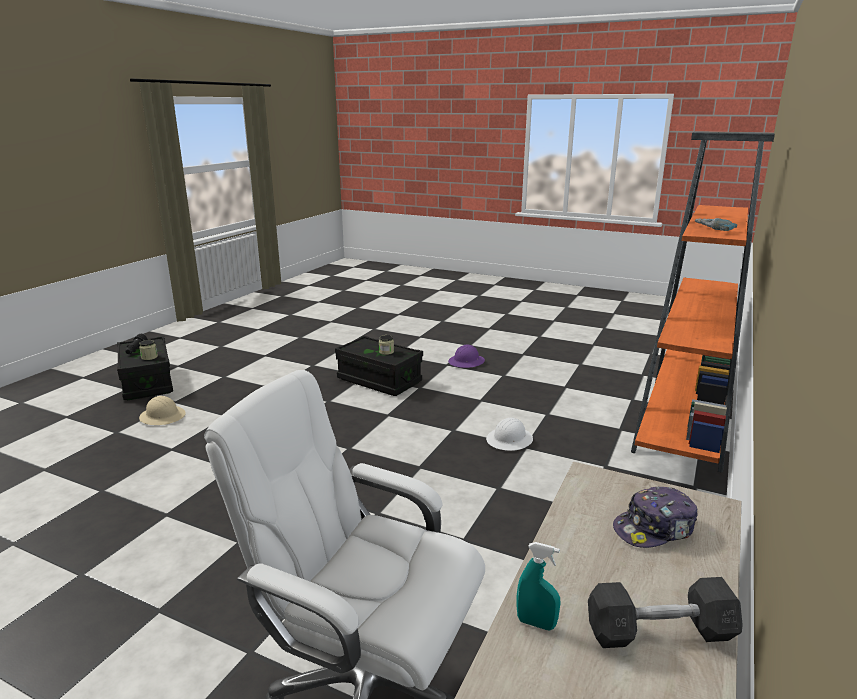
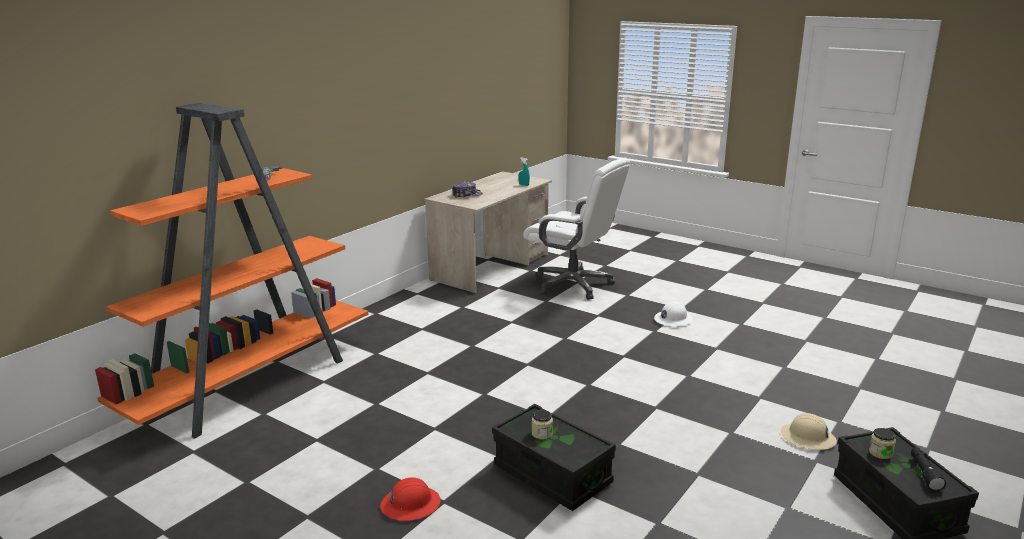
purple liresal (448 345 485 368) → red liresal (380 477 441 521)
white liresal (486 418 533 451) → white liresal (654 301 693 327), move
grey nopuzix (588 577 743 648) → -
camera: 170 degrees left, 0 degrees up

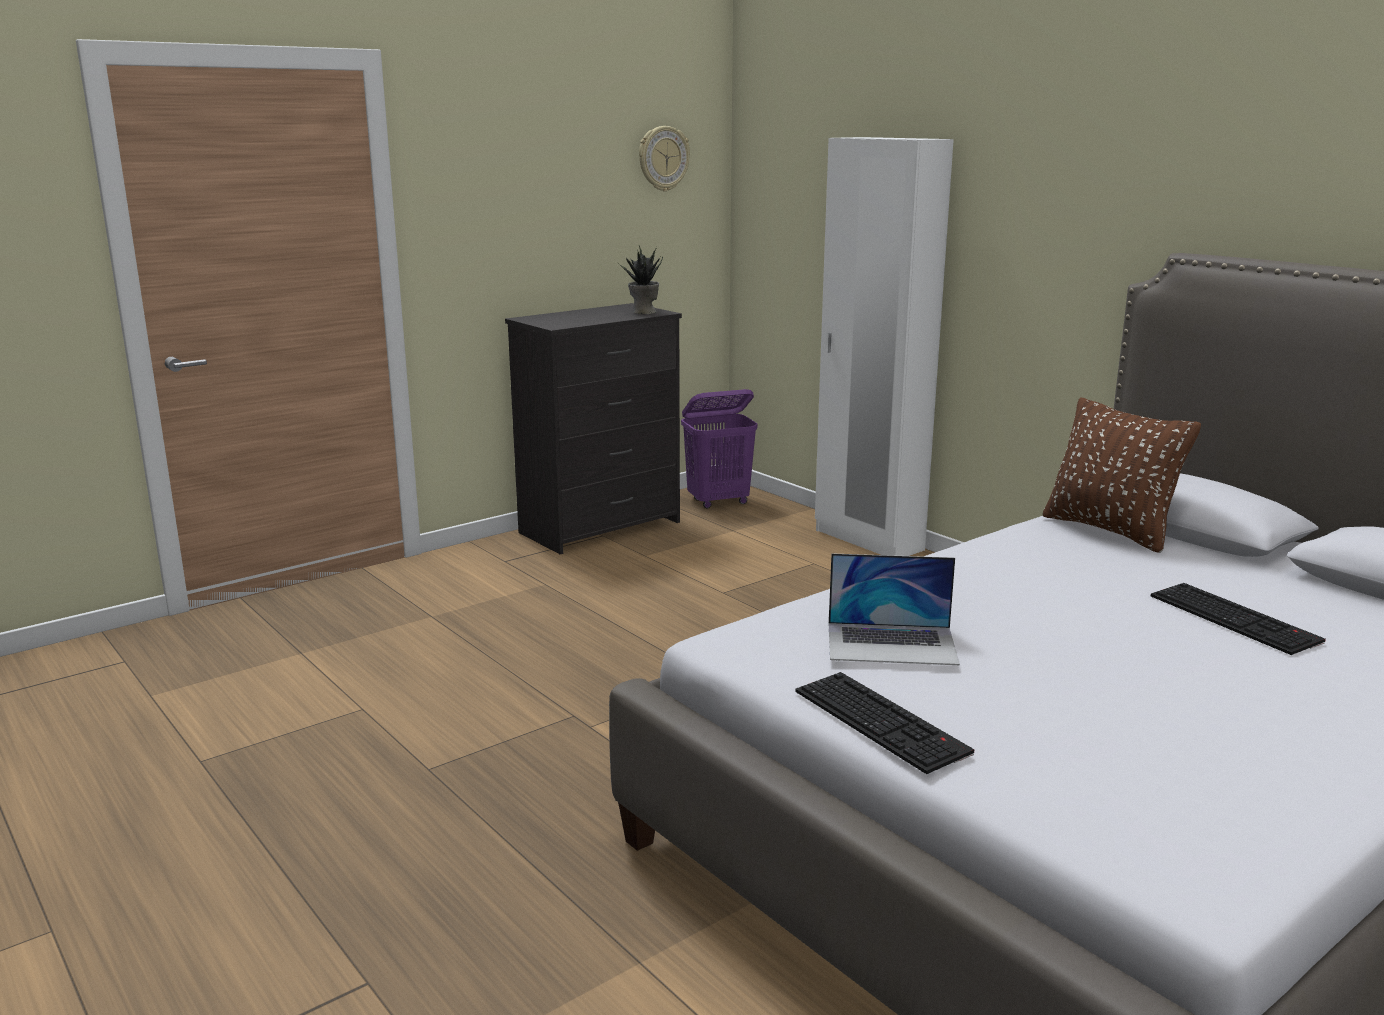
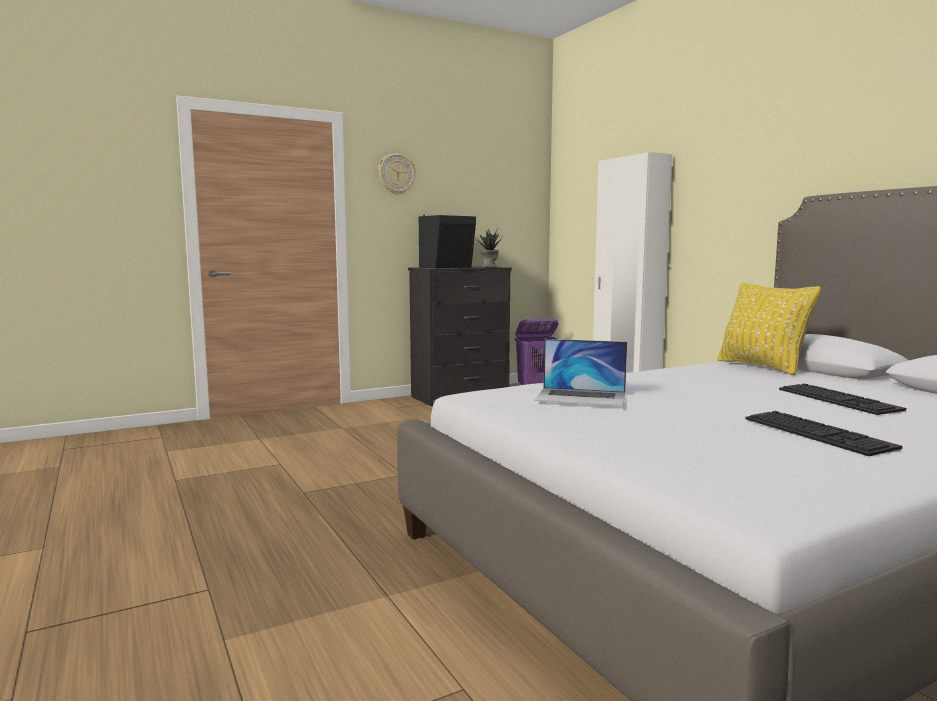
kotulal (639 126 690 191) → kotulal (378 154 416 195), move
- → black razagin (419 214 476 268)
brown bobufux (1043 397 1201 553) → yellow bobufux (717 283 821 375)
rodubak (796 672 974 774) → rodubak (746 411 902 456), move
camera: 10 degrees right, 10 degrees down

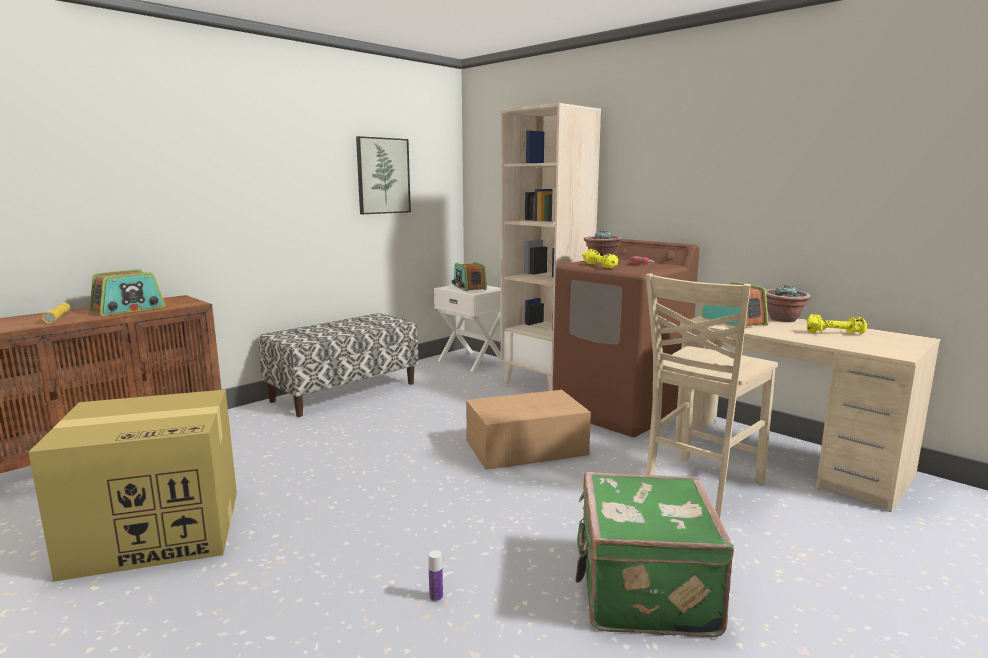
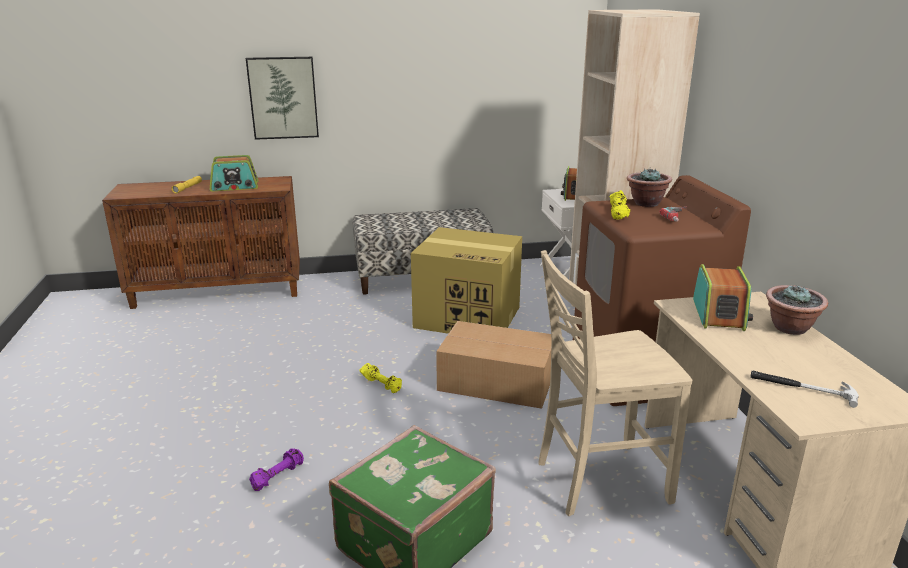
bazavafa (356 136 411 214) → bazavafa (246 57 319 140), move
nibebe (429 550 443 602) → purple nopuzix (249 448 304 491)
yellow nopuzix (807 314 867 334) → yellow nopuzix (359 363 402 393), move
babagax (28 389 237 582) → babagax (411 227 522 334), move
- → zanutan (750 371 859 408)
camera: 35 degrees right, 10 degrees up

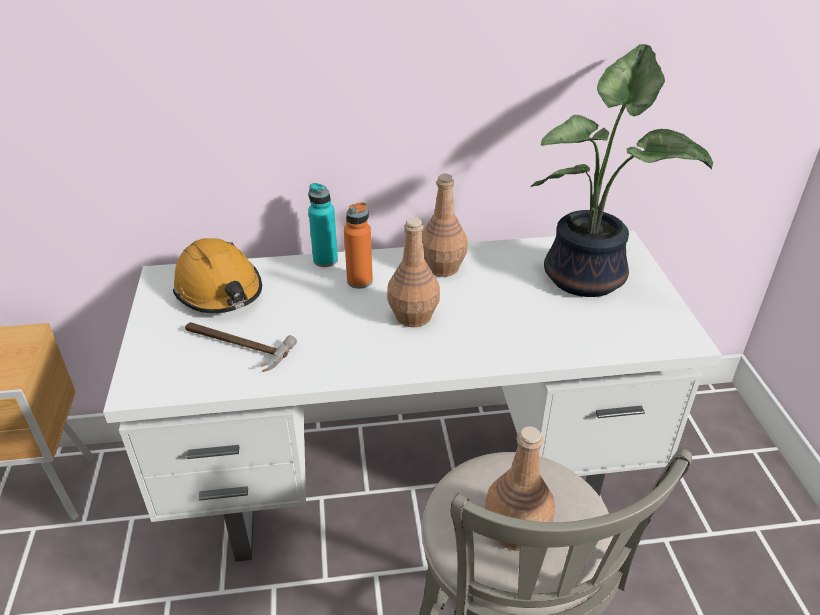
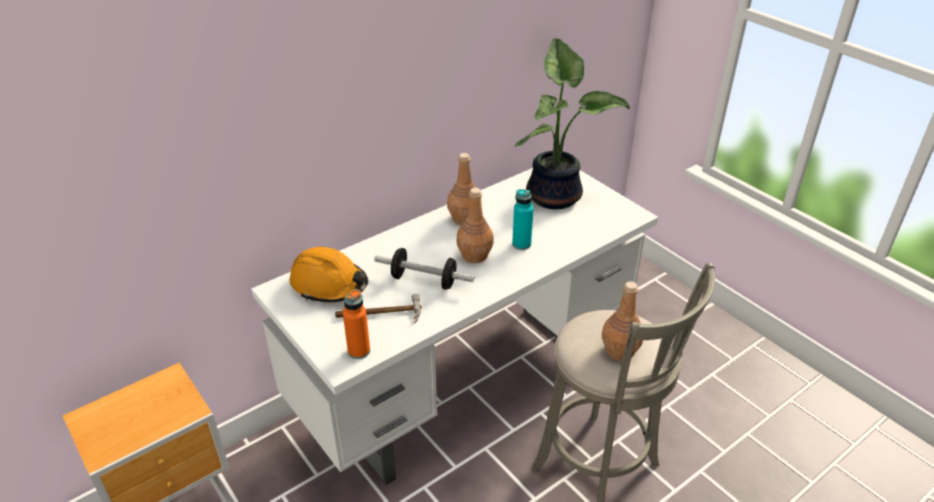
orange nibebe (344 202 373 289) → orange nibebe (343 289 370 359), move
- → nopuzix (374 248 474 290)
turquoise nibebe (308 183 338 267) → turquoise nibebe (512 189 534 250), move
camera: 30 degrees left, 0 degrees up

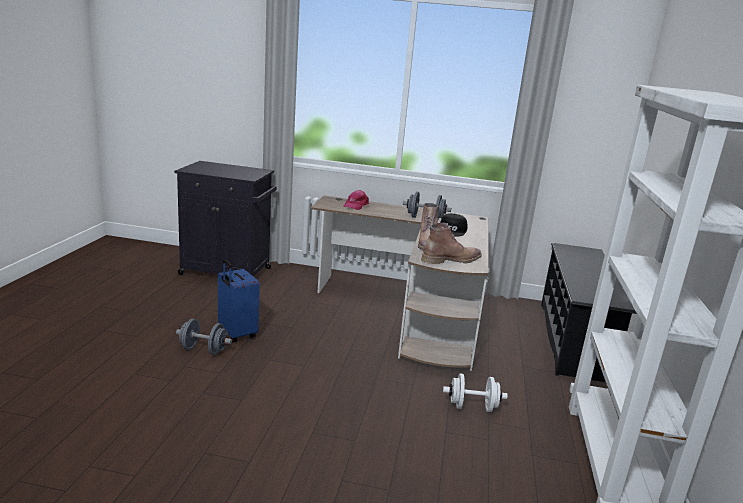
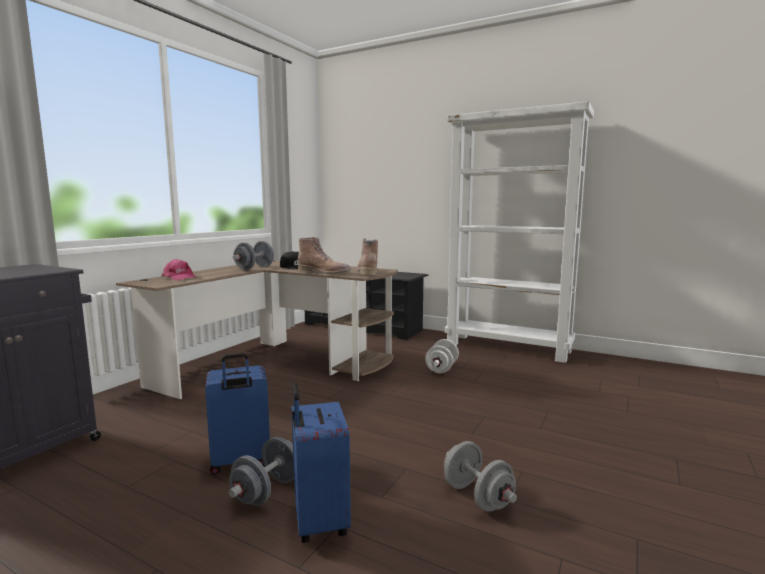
- → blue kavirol (292 383 351 543)
- → grey nopuzix (444 441 517 512)
camera: 70 degrees left, 10 degrees down

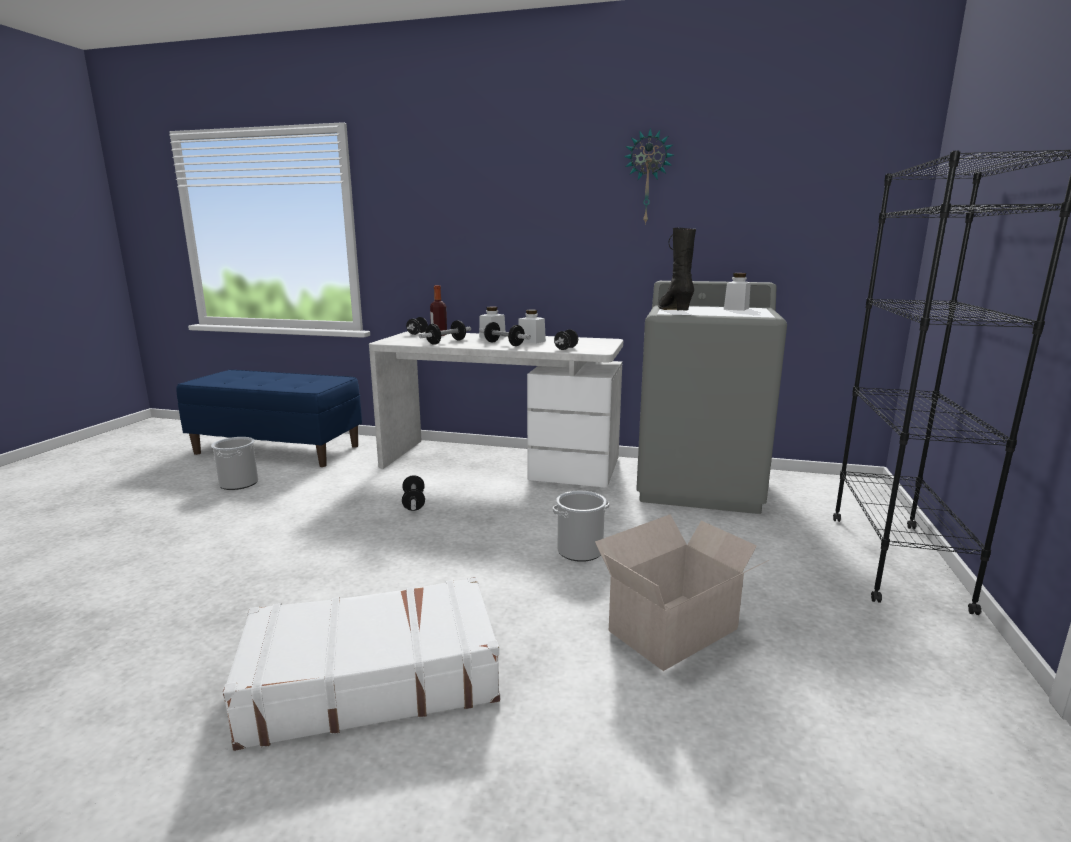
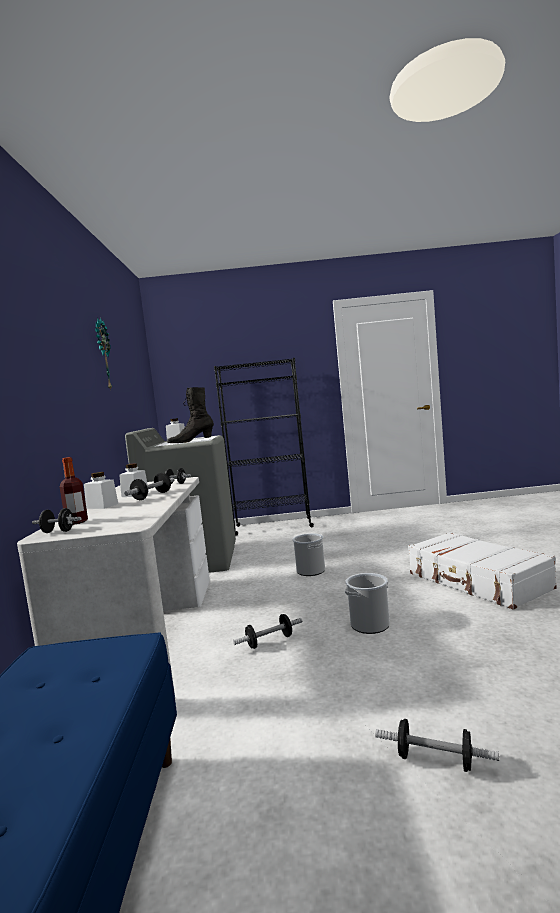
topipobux (211 437 258 490) → topipobux (345 573 390 634), move
nopuzix (419 320 471 345) → nopuzix (375 719 499 772), move
babagax (595 514 769 671) → -
camera: 105 degrees left, 10 degrees down

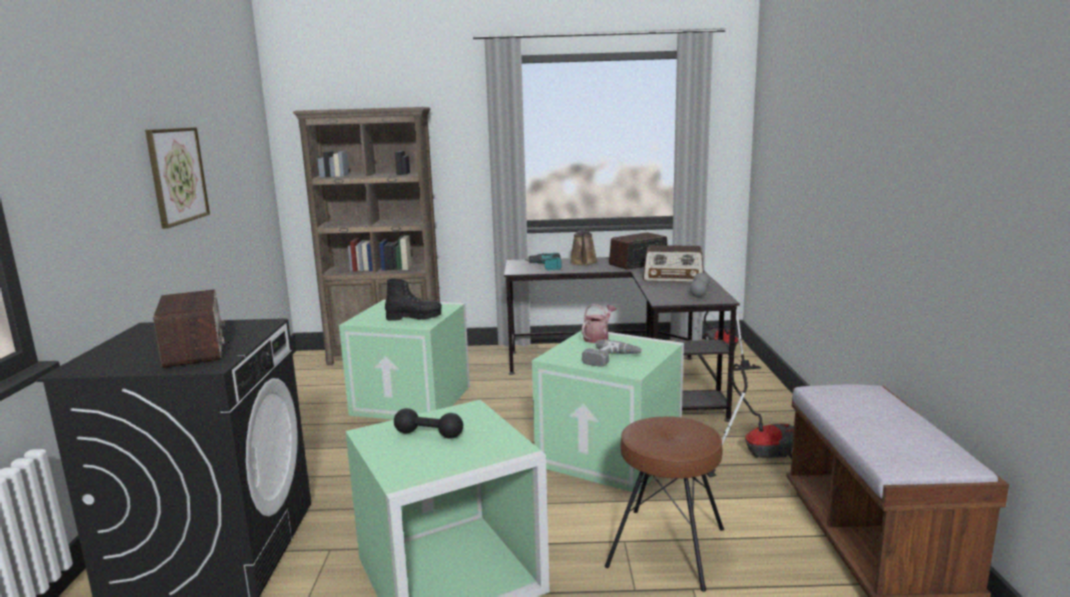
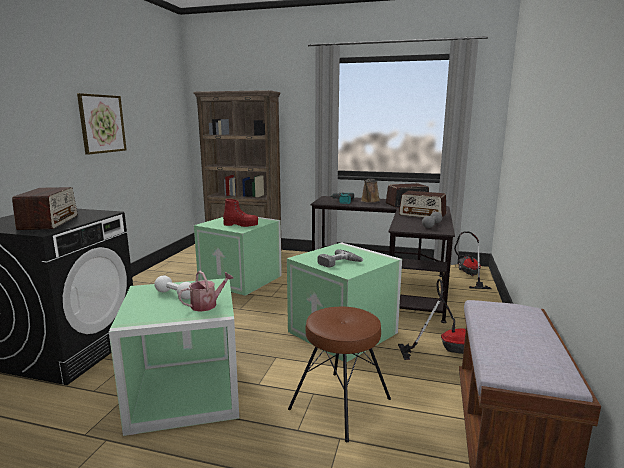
black nopuzix (394 408 463 439) → white nopuzix (154 275 191 300)
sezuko (582 304 616 343) → sezuko (178 271 234 312), move
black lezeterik (385 279 442 321) → red lezeterik (223 199 258 227)
camera: 15 degrees right, 0 degrees up

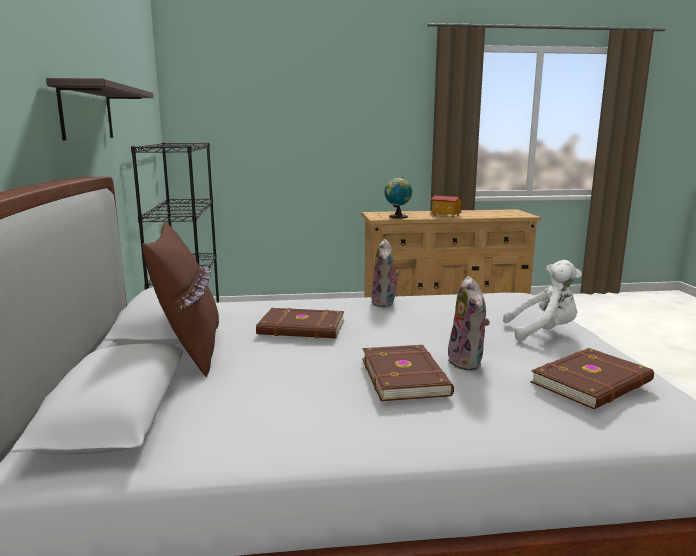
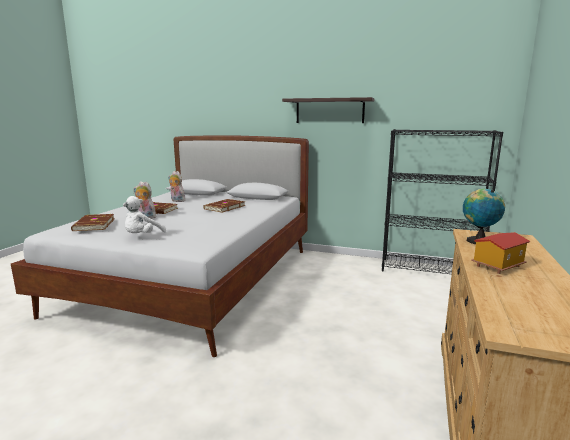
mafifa (371 239 400 307) → mafifa (168 171 185 202), move
brown bobufux (142 221 219 377) → -
camera: 115 degrees right, 0 degrees up

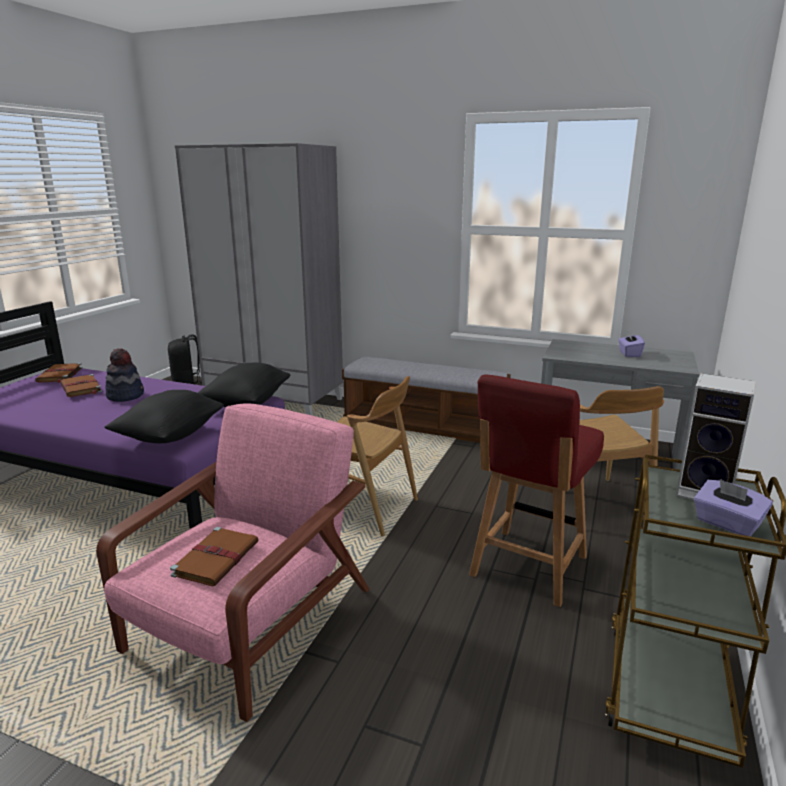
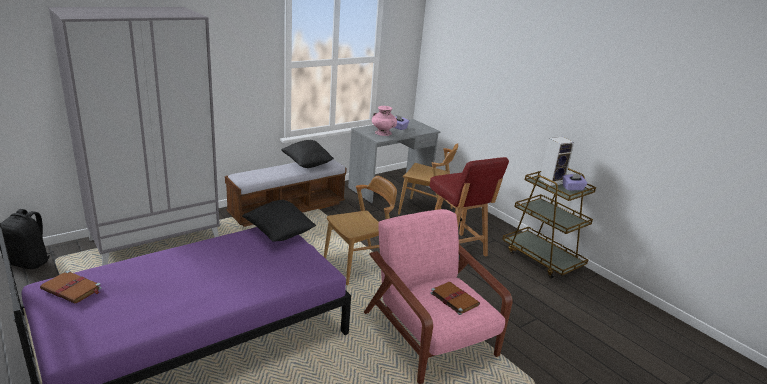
black bobufux (104 390 224 443) → black bobufux (281 140 334 168), move
- → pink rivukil (372 106 397 136)
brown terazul (60 374 102 397) → -
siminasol (105 348 144 402) → -
camera: 60 degrees left, 5 degrees up

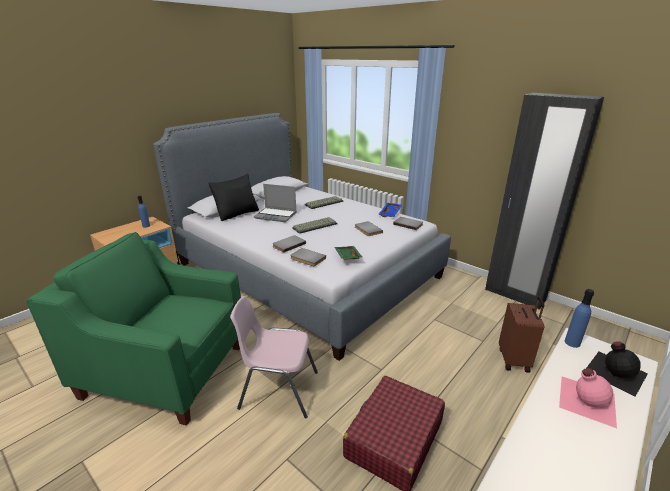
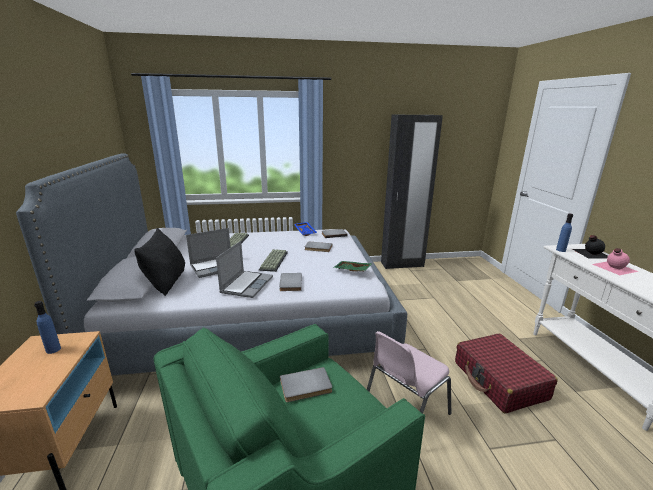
- → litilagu (216 241 273 298)
grey terazul (290 248 326 266) → grey terazul (280 367 332 402), move
brown kavirol (499 297 544 373) → -
camera: 50 degrees left, 5 degrees down

